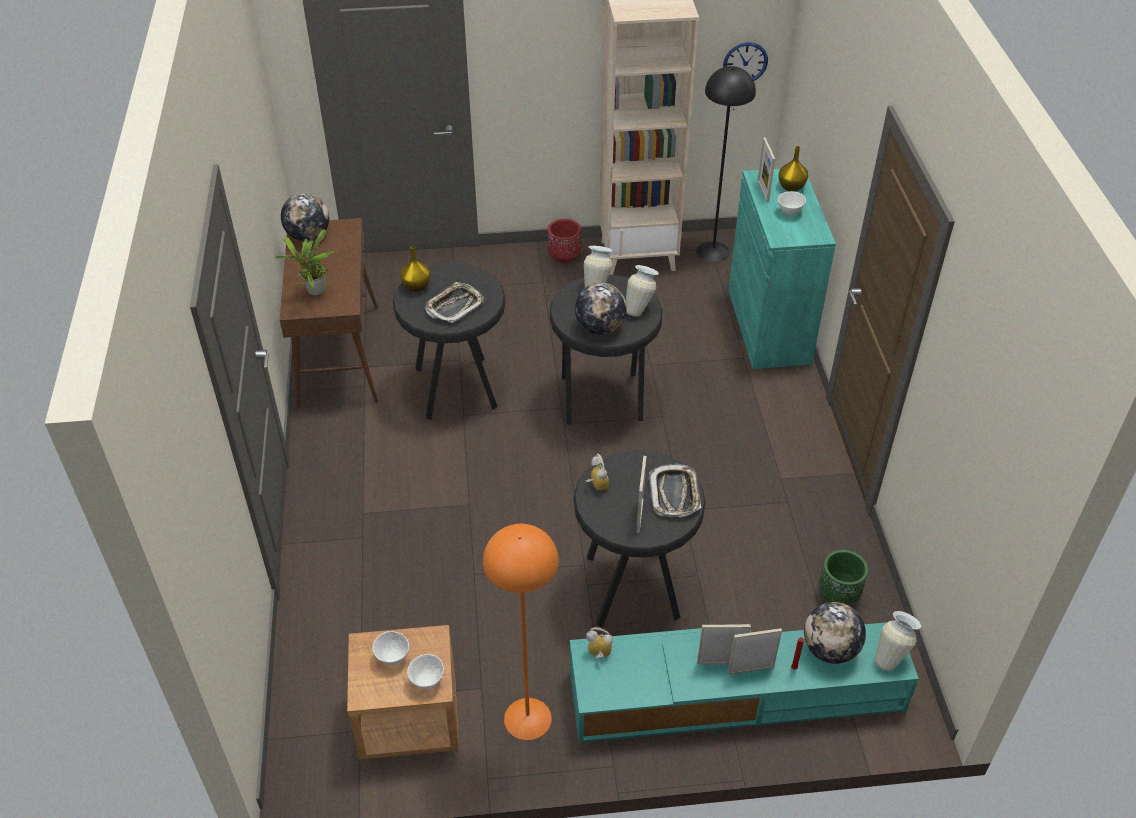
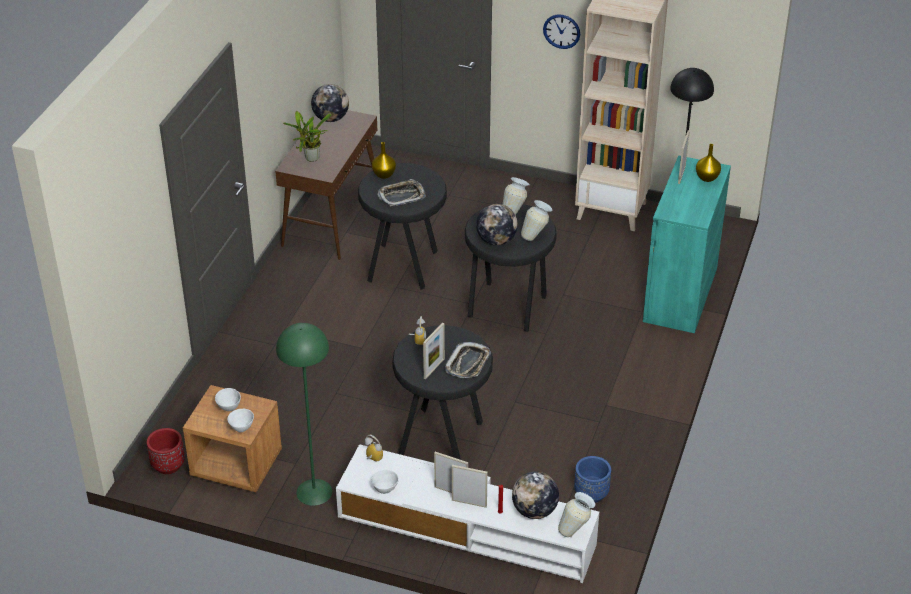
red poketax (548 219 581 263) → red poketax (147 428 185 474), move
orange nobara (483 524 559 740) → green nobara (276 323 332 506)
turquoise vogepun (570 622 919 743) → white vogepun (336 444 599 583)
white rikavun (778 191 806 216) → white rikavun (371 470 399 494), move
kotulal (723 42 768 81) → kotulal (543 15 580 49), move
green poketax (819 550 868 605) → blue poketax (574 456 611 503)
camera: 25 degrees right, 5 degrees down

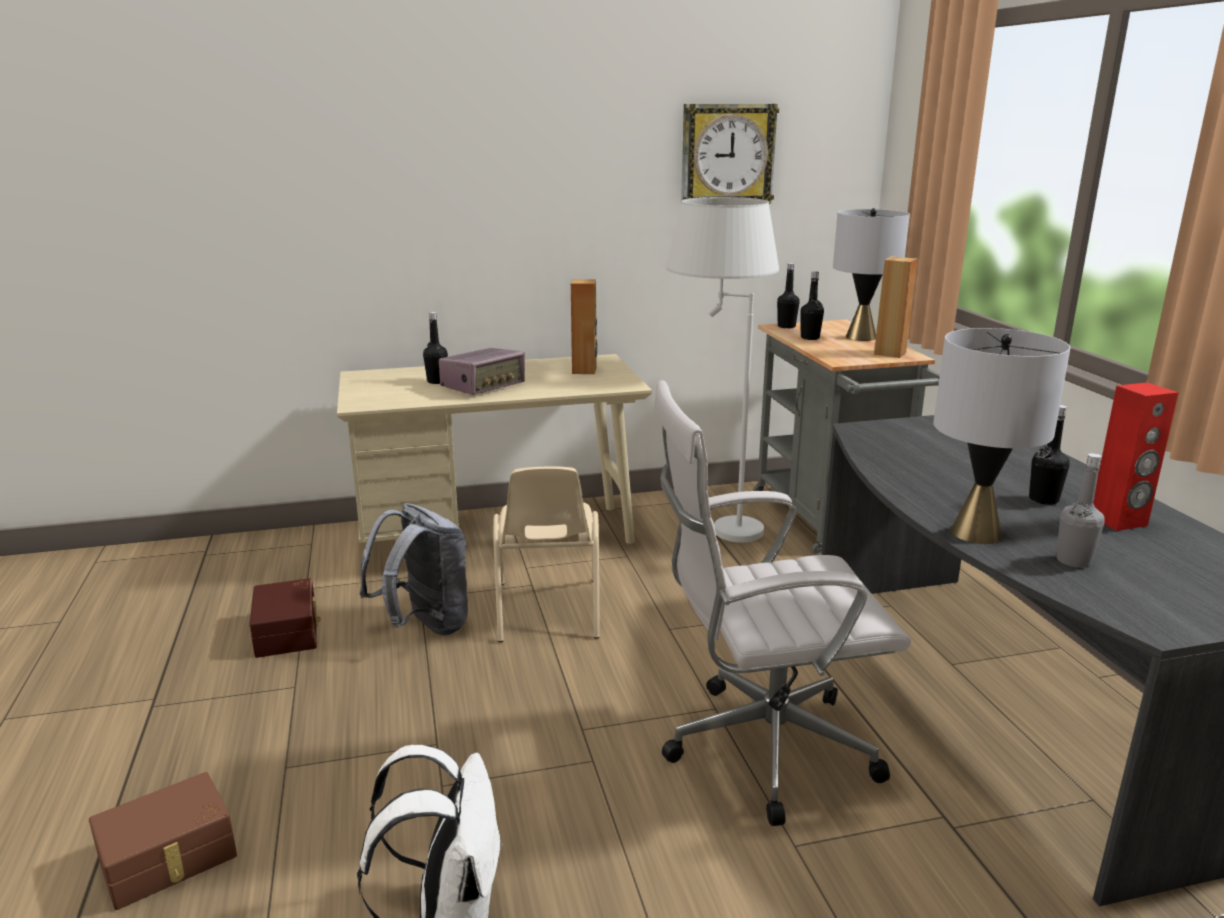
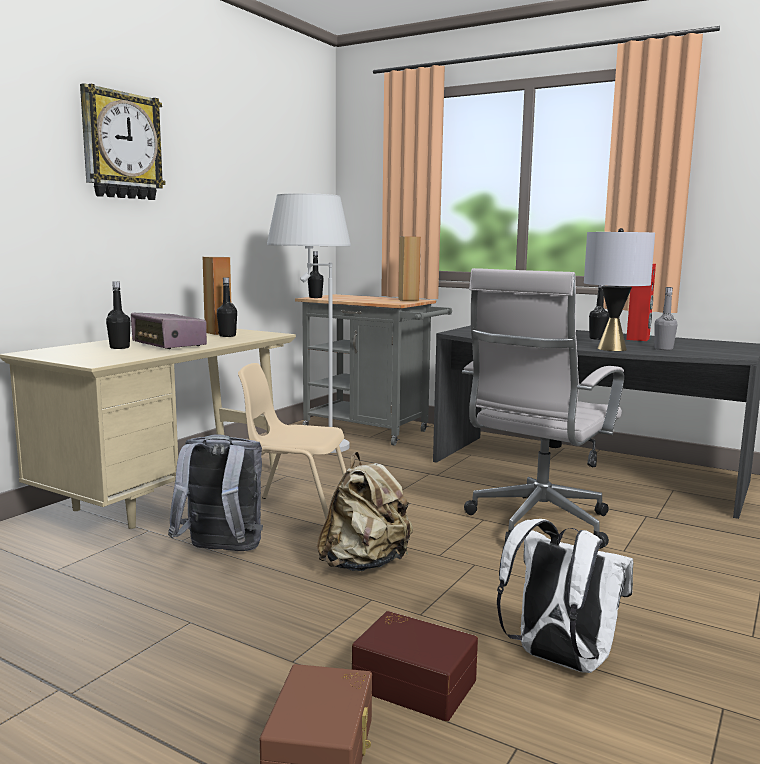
kotulal (681 104 779 204) → kotulal (80 83 166 200), move
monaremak (439 348 525 395) → monaremak (131 313 207 349), 135 degrees clockwise
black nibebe (800 271 824 340) → black nibebe (217 277 237 337), move
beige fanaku (493 467 600 642) → beige fanaku (238 363 346 519), 150 degrees clockwise
- → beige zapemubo (317 452 413 571)
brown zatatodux (250 578 321 658) → brown zatatodux (352 611 478 722), move
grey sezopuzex (833 208 910 341) → -
camera: 45 degrees left, 10 degrees down

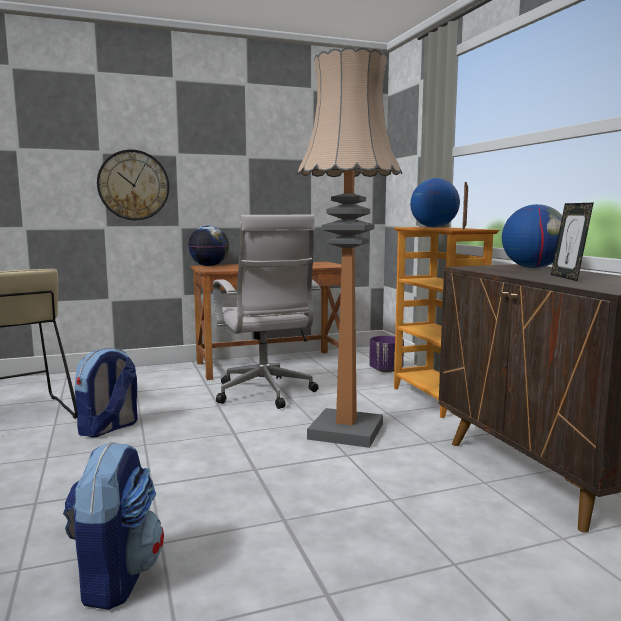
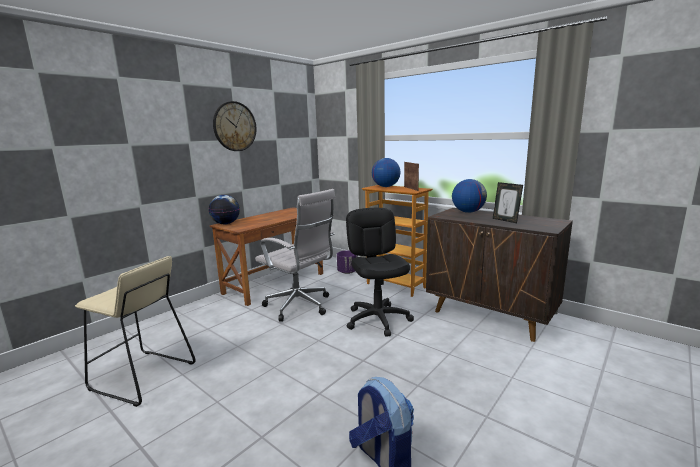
kotulal (97 150 169 220) → kotulal (213 101 256 151), move
nobara (297 47 402 448) → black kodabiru (346 208 414 337)
zapemubo (75 348 138 438) → -
camera: 30 degrees left, 5 degrees up

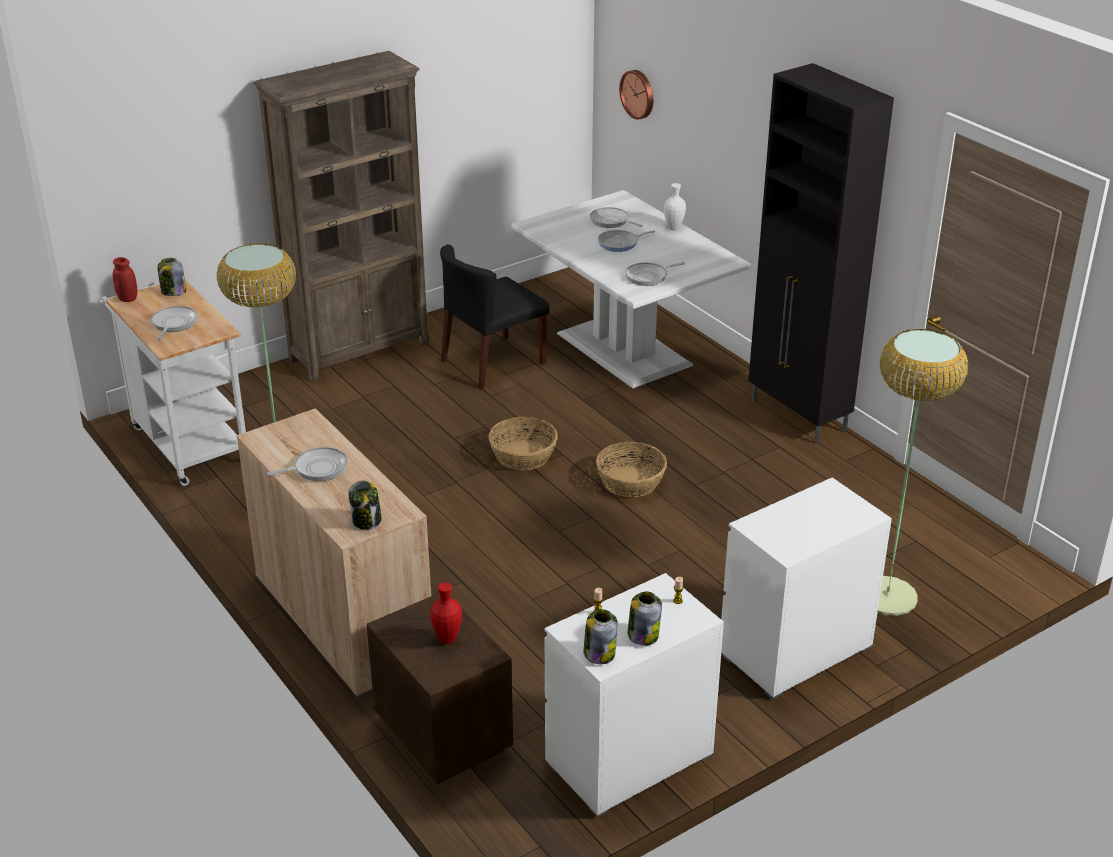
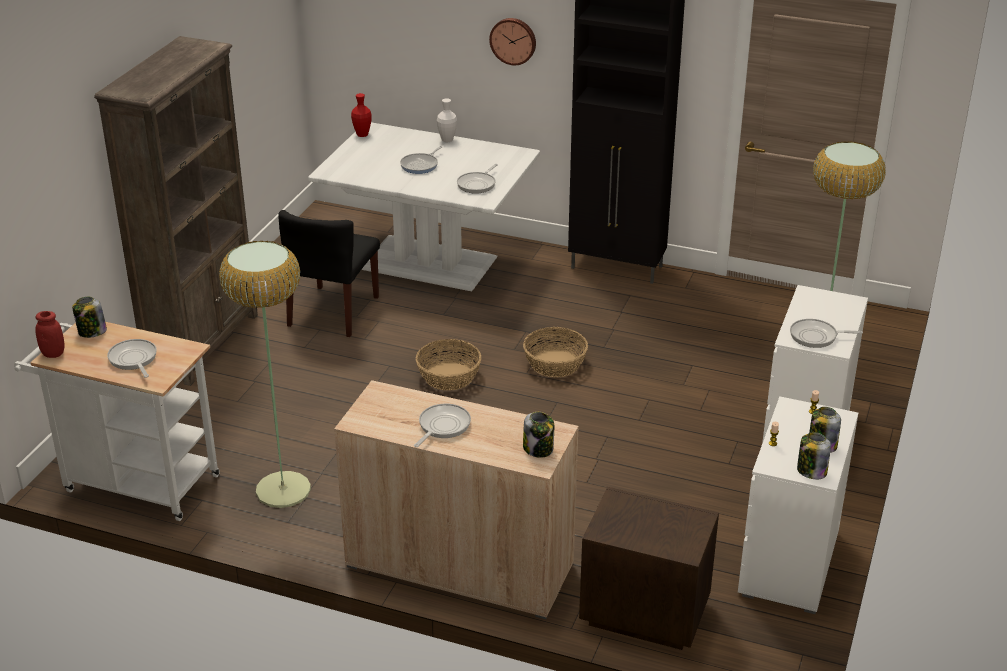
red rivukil (430 582 462 644) → red rivukil (351 93 372 137), move
kotulal (619 70 653 120) → kotulal (489 18 536 65), move
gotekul (590 207 643 228) → gotekul (790 319 863 348), move
camera: 35 degrees left, 0 degrees up

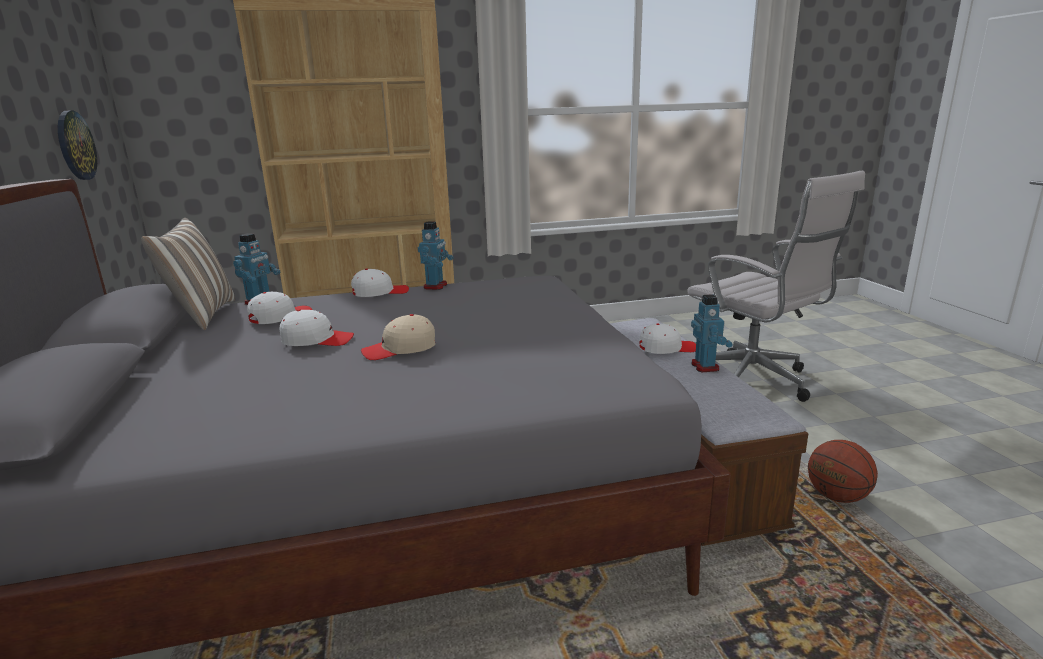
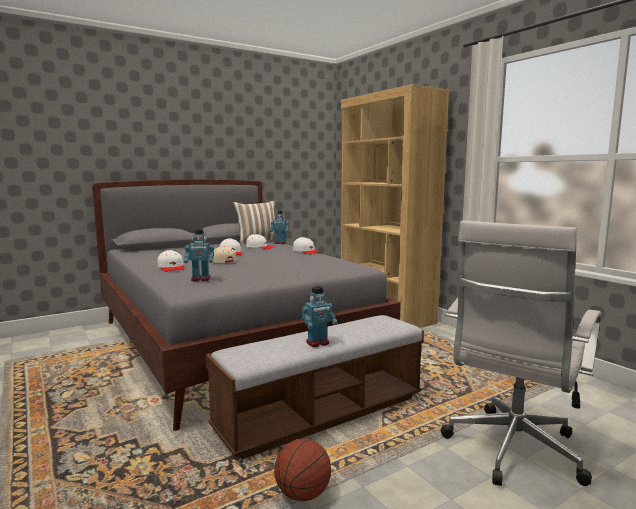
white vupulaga (639 323 696 354) → white vupulaga (157 250 184 272), move
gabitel (418 221 454 290) → gabitel (184 229 214 281), move
kotulal (58 111 97 180) → -
camera: 70 degrees right, 10 degrees down

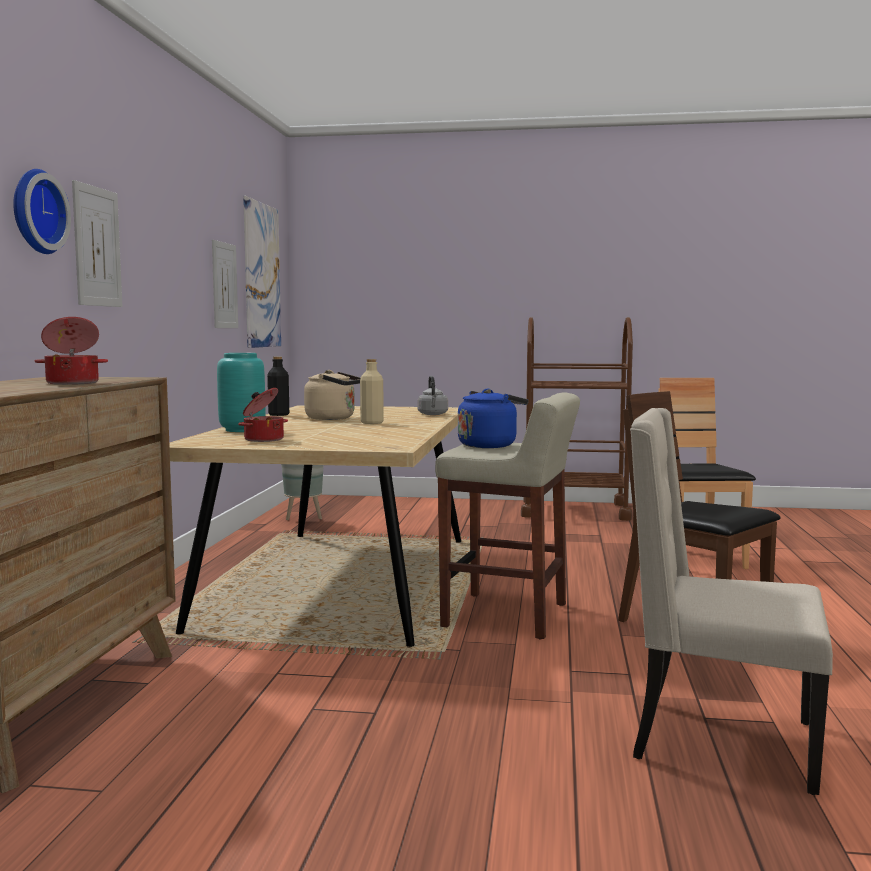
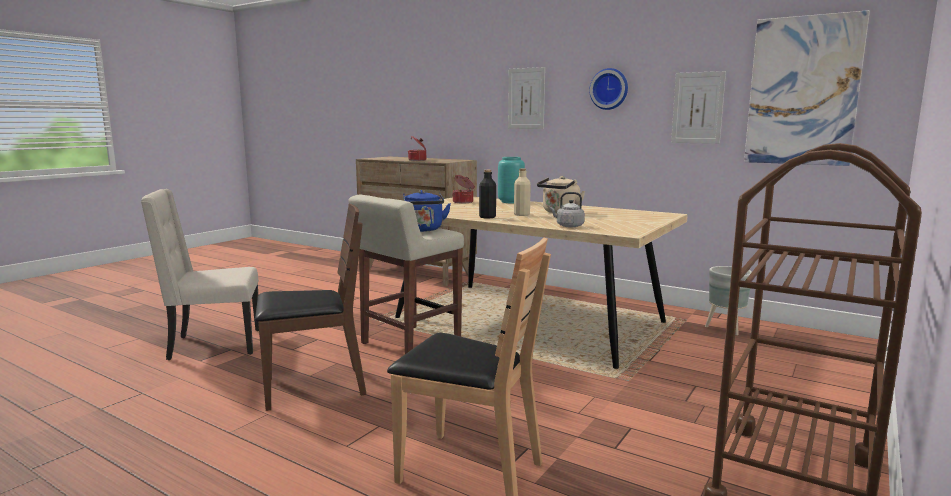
beige fanaku (630 408 833 795) → beige fanaku (141 189 259 360), 150 degrees counterclockwise
black nibebe (267 356 289 416) → black nibebe (479 170 496 218), move
kotulal (13 169 71 254) → kotulal (589 68 628 110), move
camera: 115 degrees right, 5 degrees up

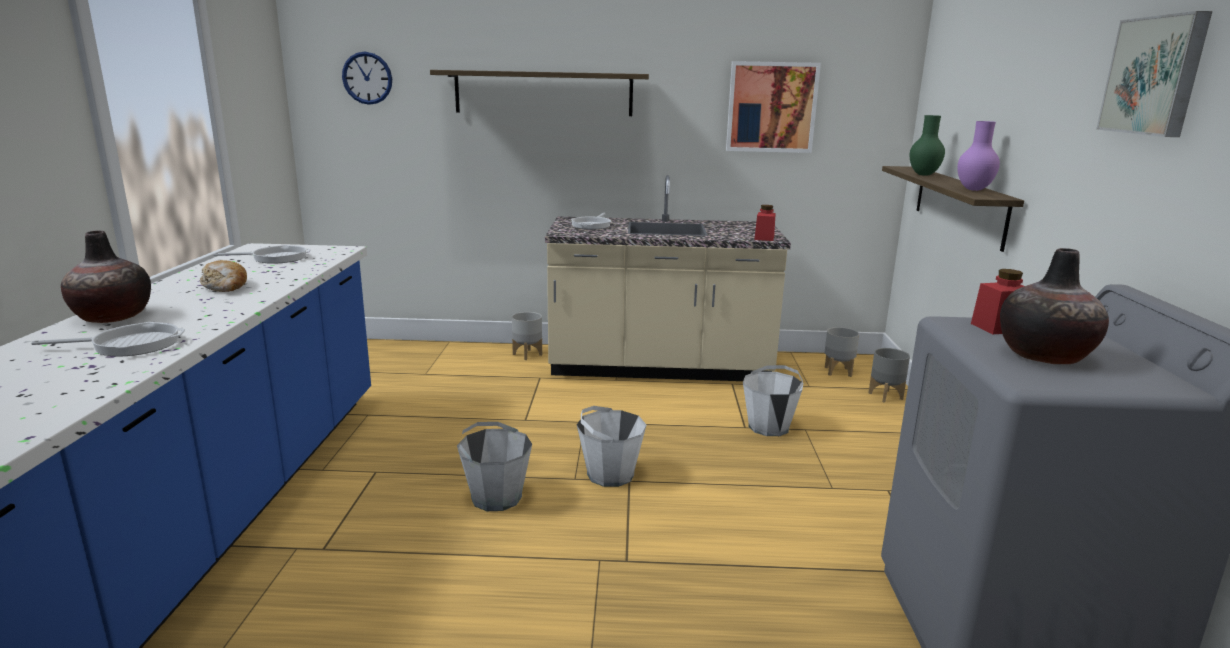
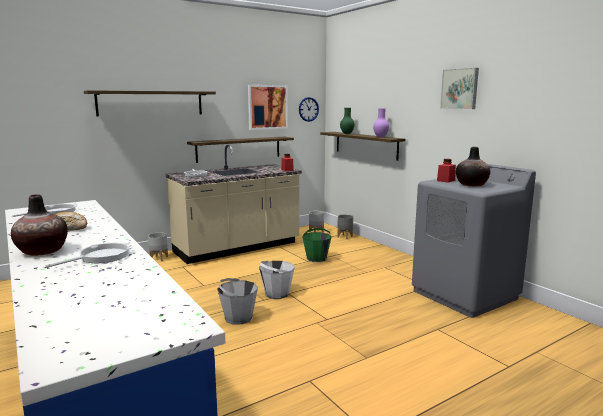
- → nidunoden (187 137 294 163)
kotulal (342 52 392 105) → kotulal (299 97 319 122), move
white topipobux (743 365 803 436) → green topipobux (302 228 332 262)
camera: 35 degrees left, 5 degrees down

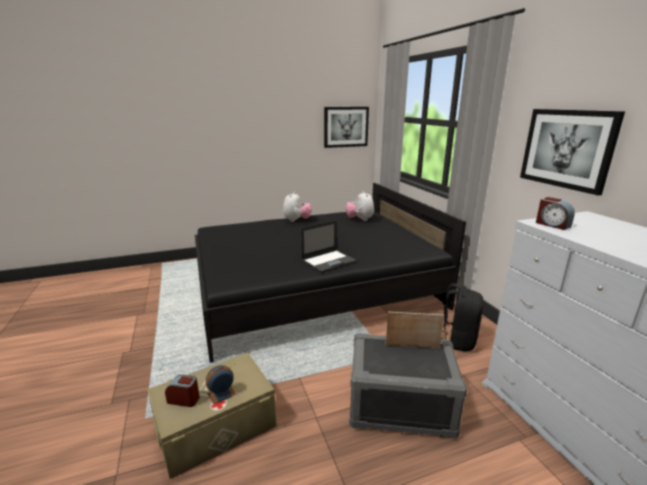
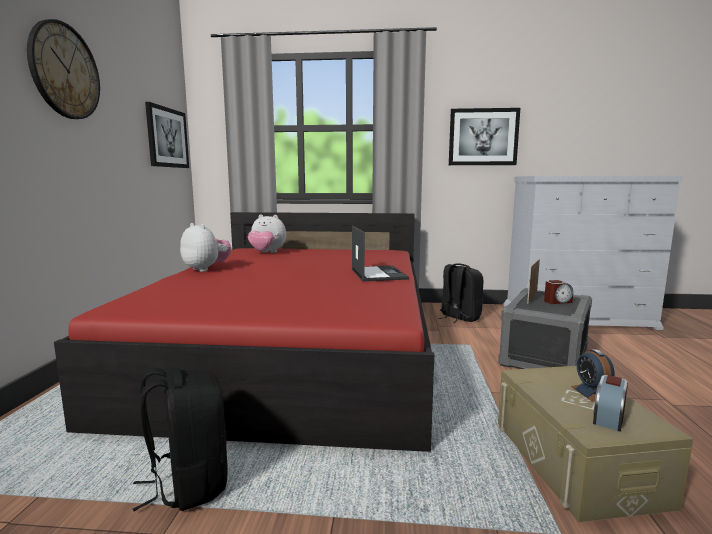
- → kotulal (27 19 100 119)
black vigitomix (195 183 466 363) → red vigitomix (54 212 434 452)
- → black zapemubo (133 366 228 511)
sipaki (536 197 575 230) → sipaki (544 280 573 304), move
camera: 65 degrees left, 10 degrees down

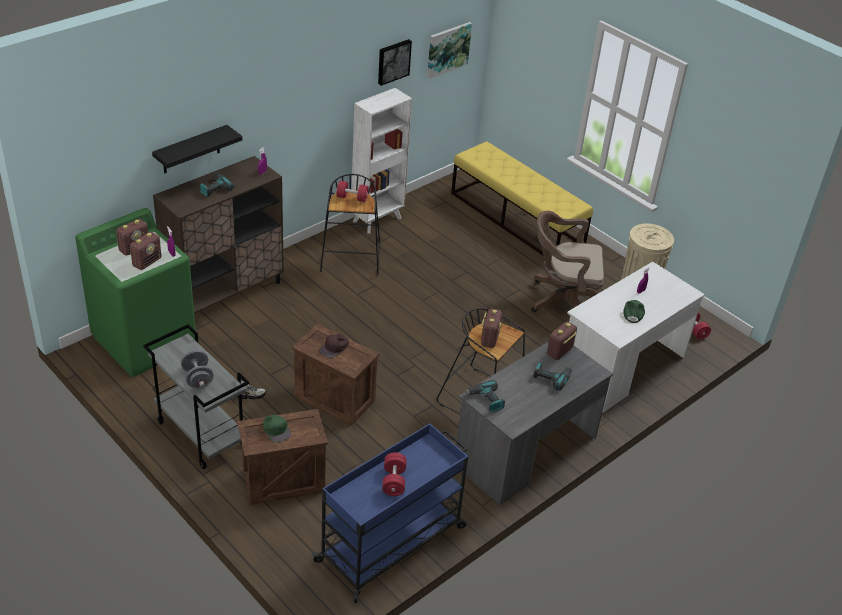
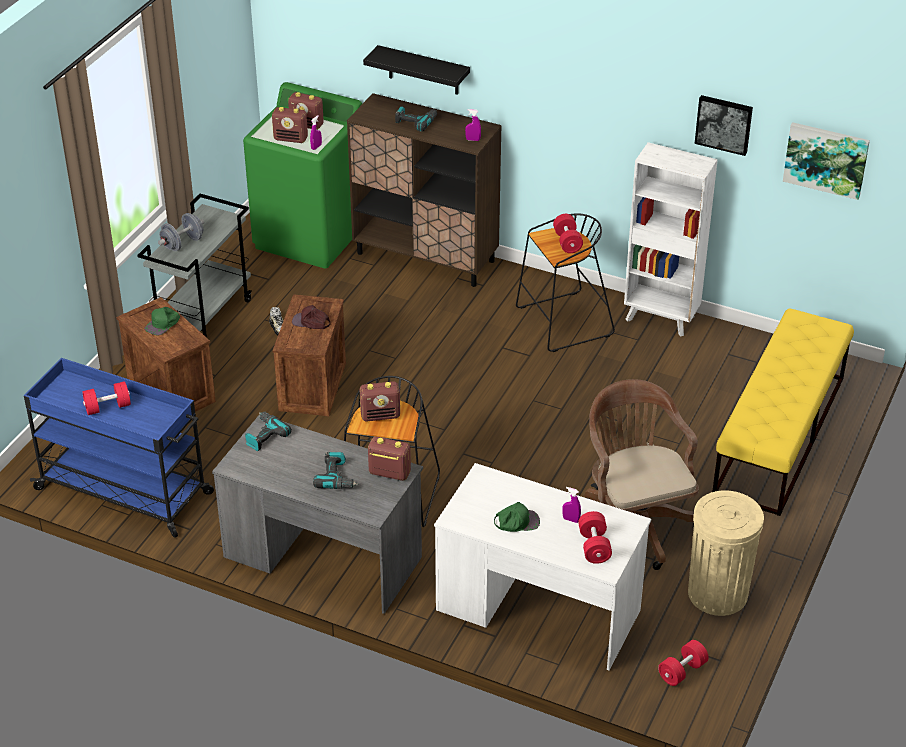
- → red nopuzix (578 511 612 564)
camera: 70 degrees right, 0 degrees up

